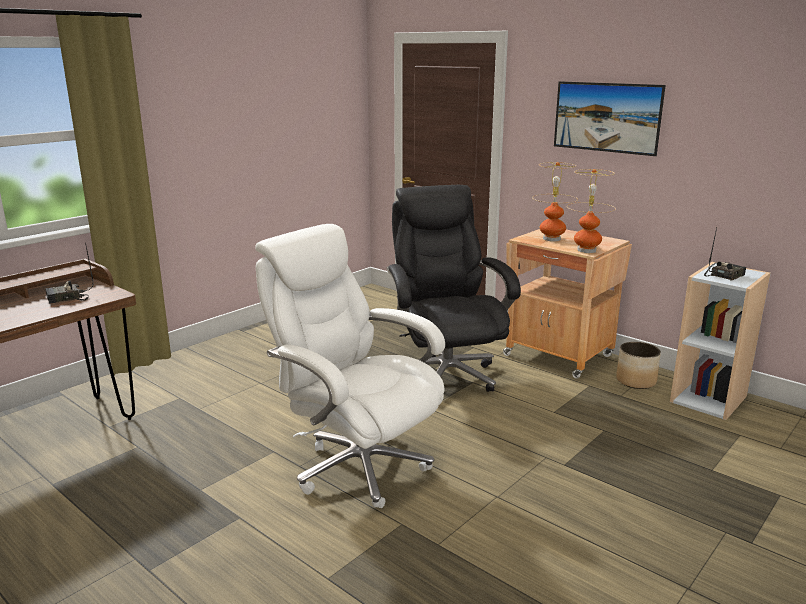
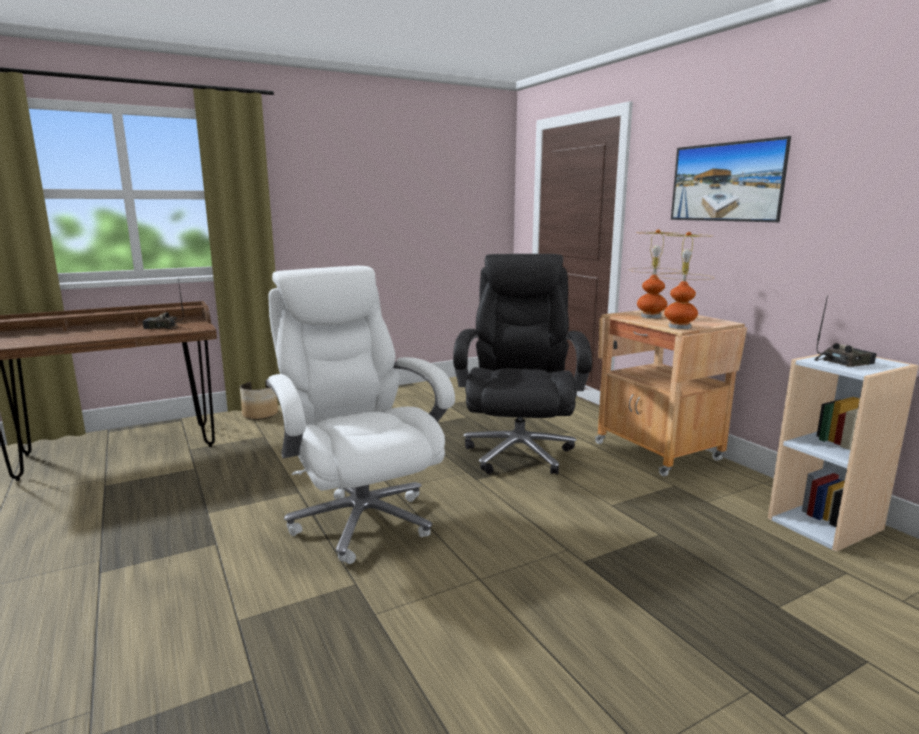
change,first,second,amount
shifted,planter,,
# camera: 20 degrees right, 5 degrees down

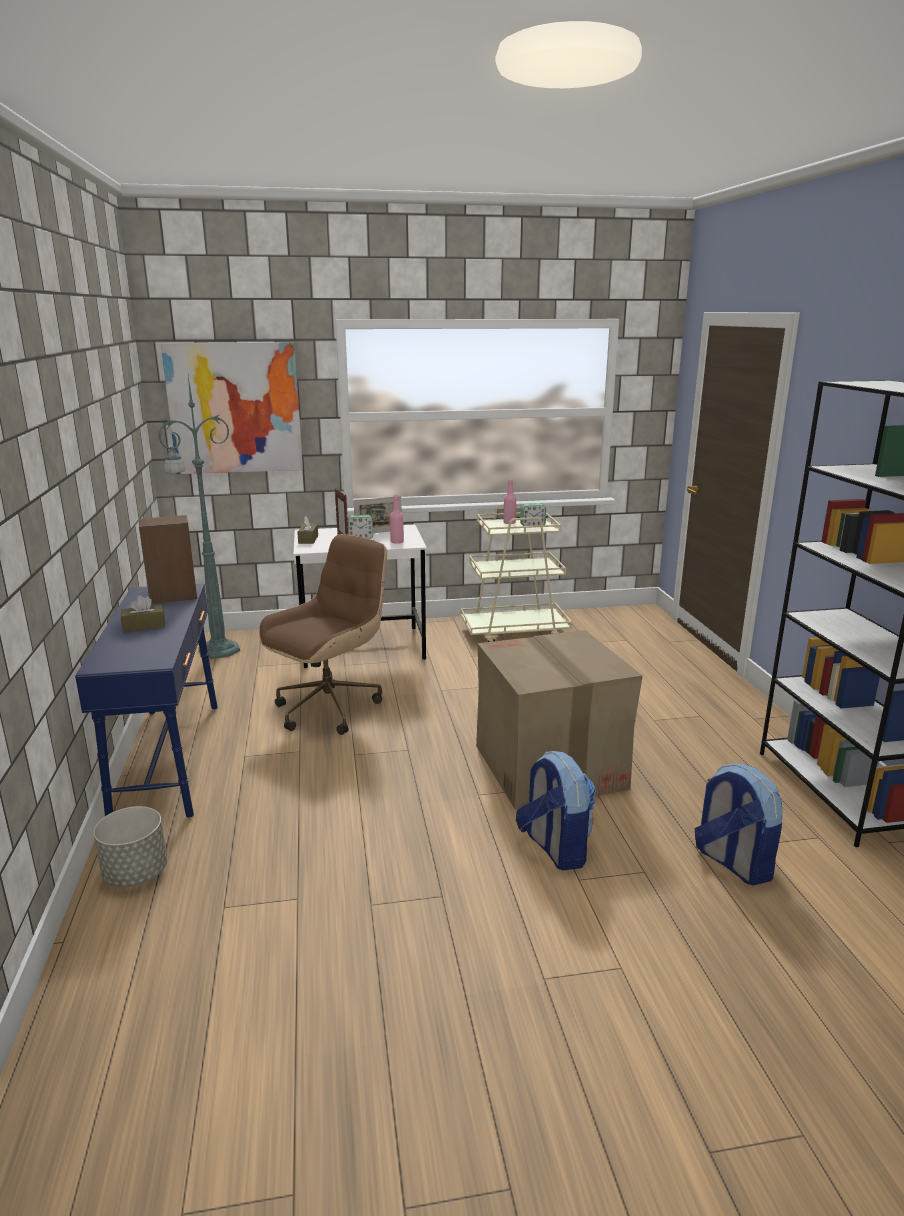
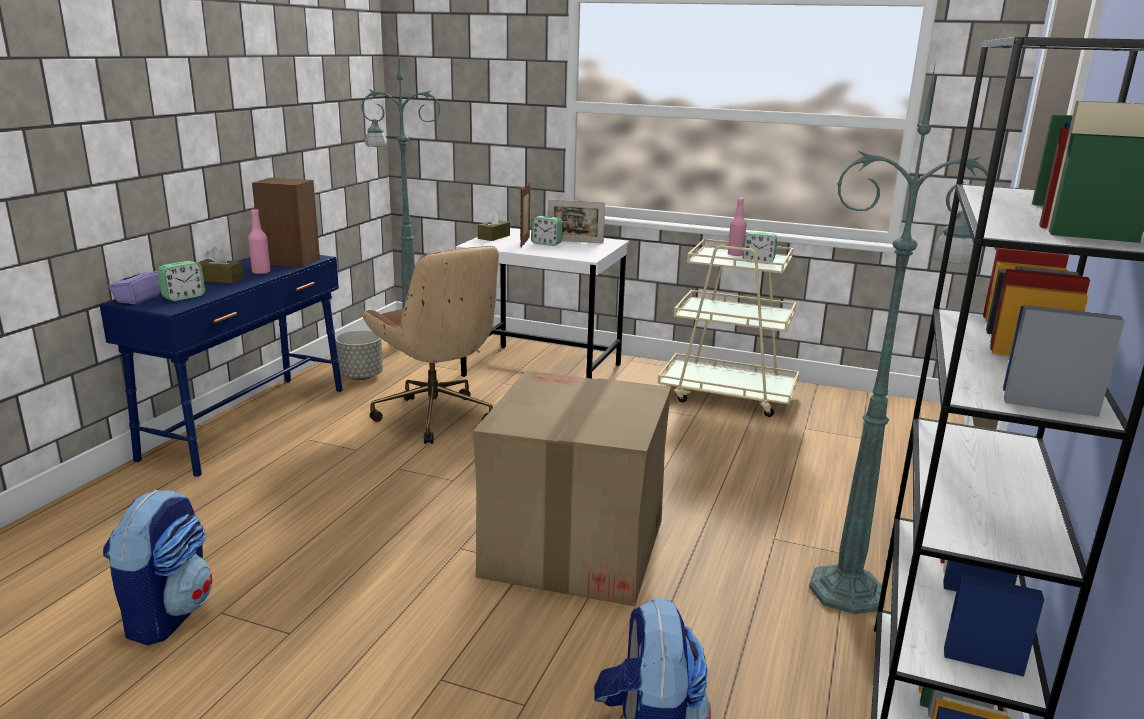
change,first,second,amount
gone,picture,,
new,,purple tissue box,
new,,alarm clock (no. 1 from left),
new,,green floor lamp (no. 2 from left),
shifted,grey planter,,
shifted,pink bottle (no. 1 from left),,
shifted,backpack (no. 1 from left),,
rotated,brown office chair,,75 degrees clockwise
# camera: 30 degrees right, 0 degrees up

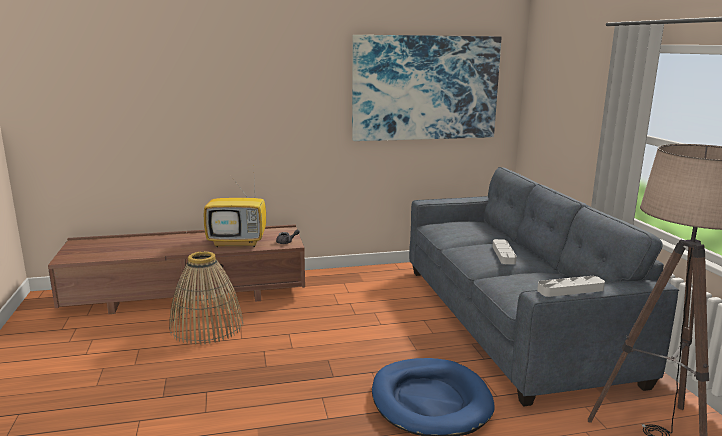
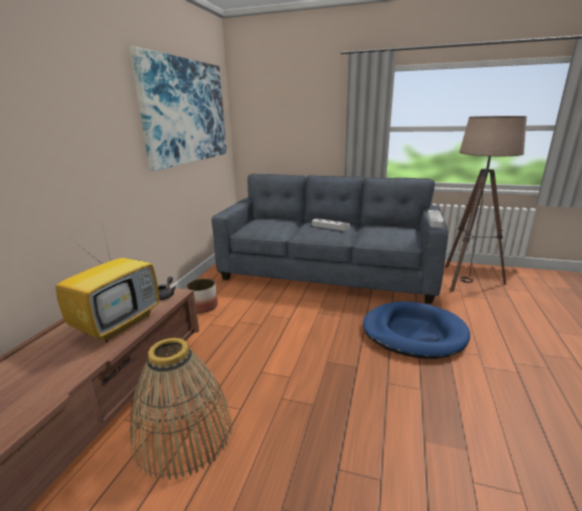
change,first,second,amount
new,,planter,
# camera: 60 degrees left, 5 degrees up

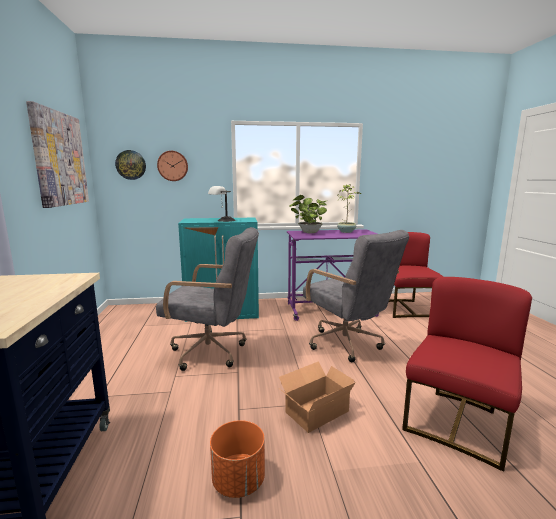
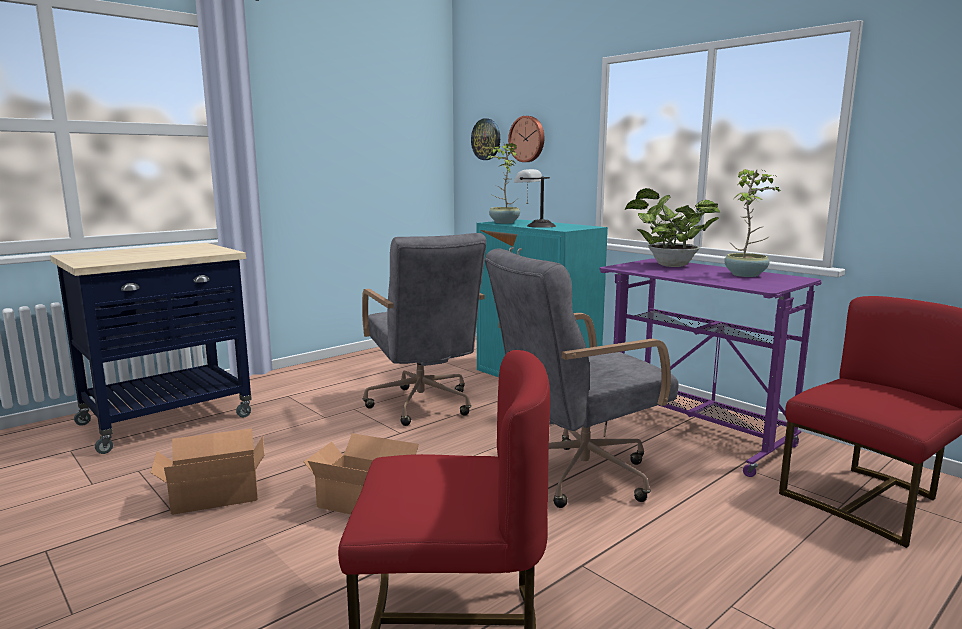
change,first,second,amount
gone,picture,,
new,,potted plant (no. 1 from left),
swapped,orange planter,cardboard box (no. 1 from left),
rotated,grey office chair (no. 2 from left),,45 degrees clockwise
# camera: 55 degrees right, 0 degrees up

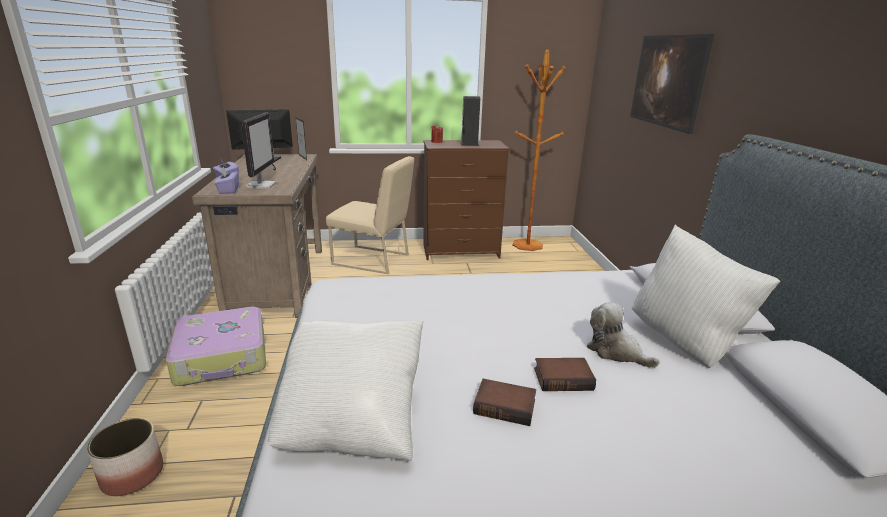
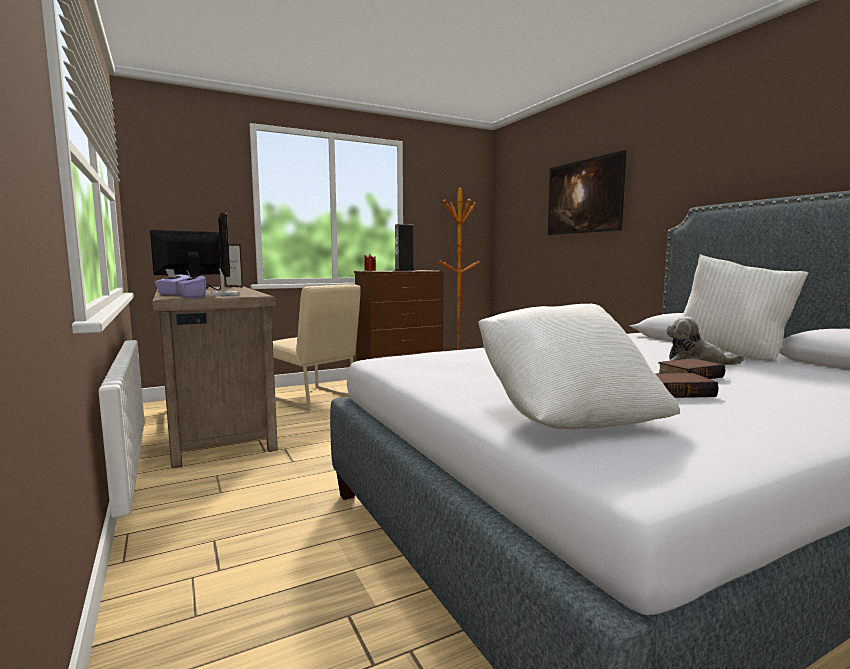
change,first,second,amount
gone,planter,,
gone,suitcase,,
rotated,beige chair,,45 degrees clockwise
# camera: 20 degrees left, 15 degrees down

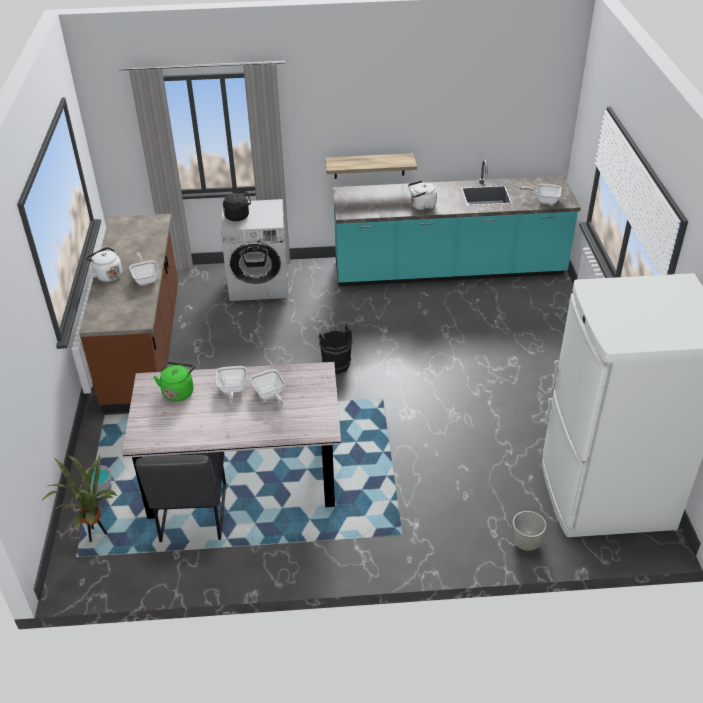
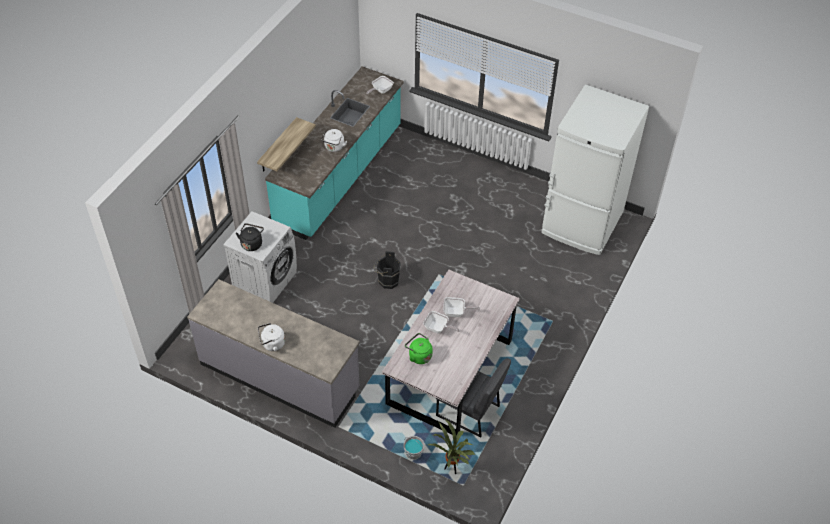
change,first,second,amount
gone,frying pan (no. 1 from left),,
gone,grey planter,,
repainted,brown counter,grey counter,
# camera: 60 degrees left, 10 degrees up

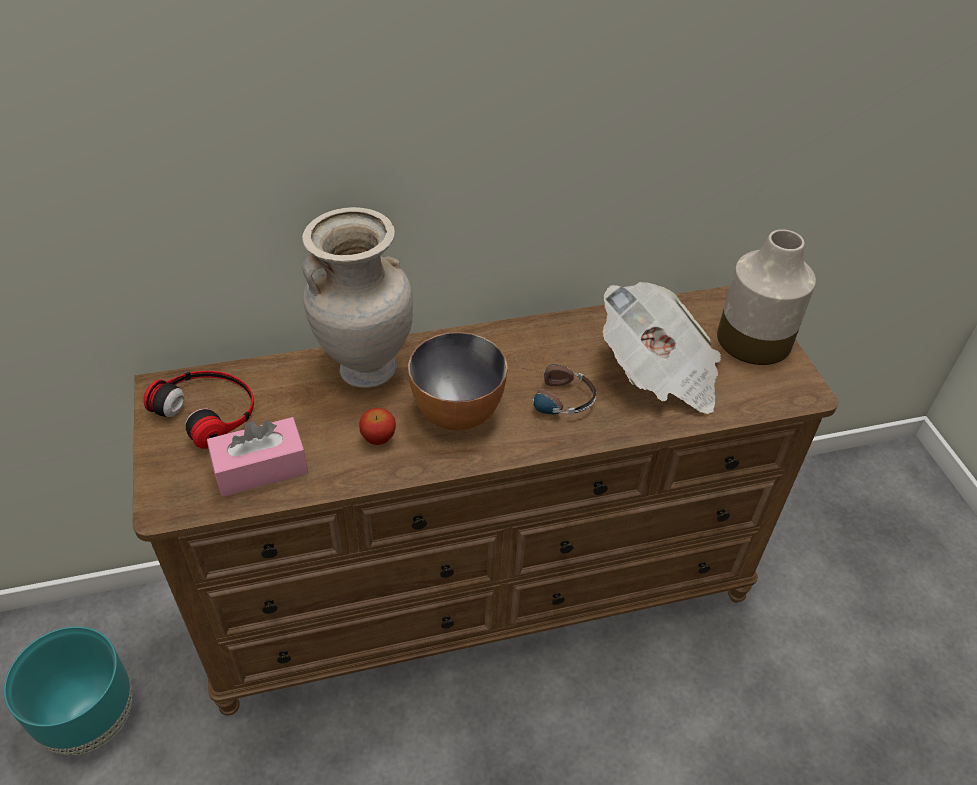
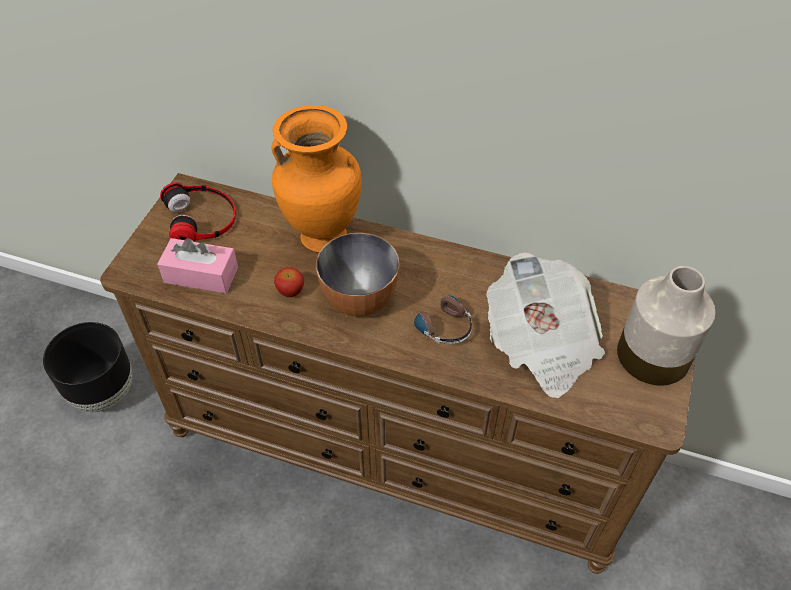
change,first,second,amount
repainted,turquoise planter,black planter,
repainted,beige vase (no. 1 from left),orange vase,
# camera: 35 degrees right, 5 degrees up

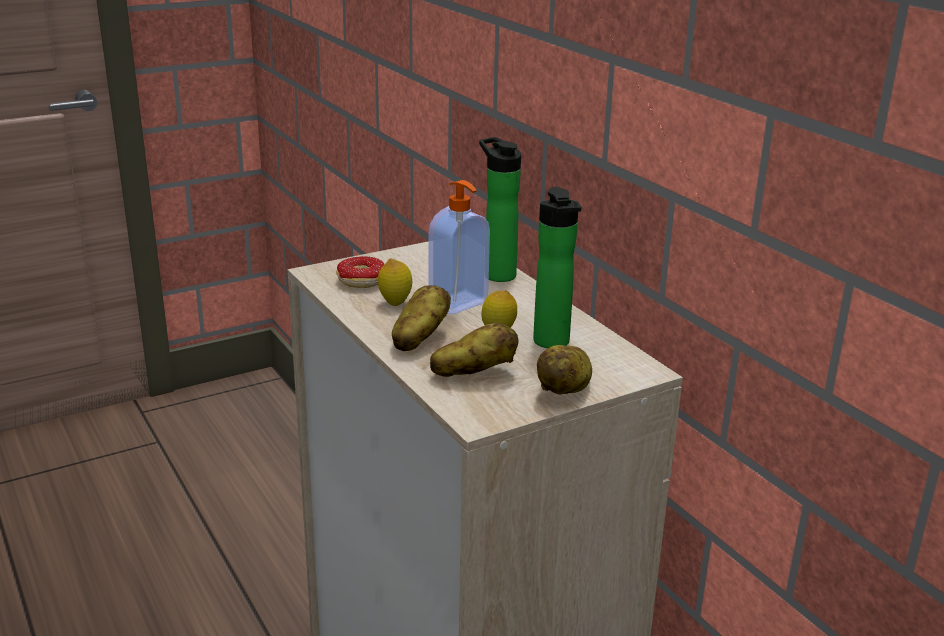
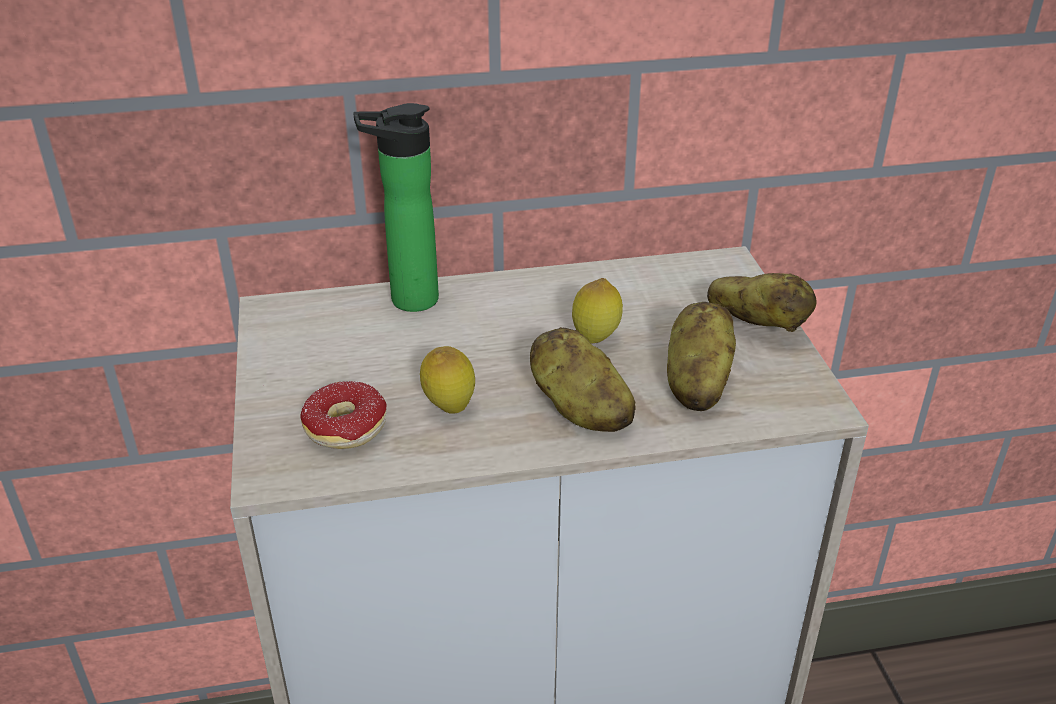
change,first,second,amount
gone,soap dispenser,,
gone,bottle (no. 2 from left),,
# camera: 70 degrees left, 10 degrees up

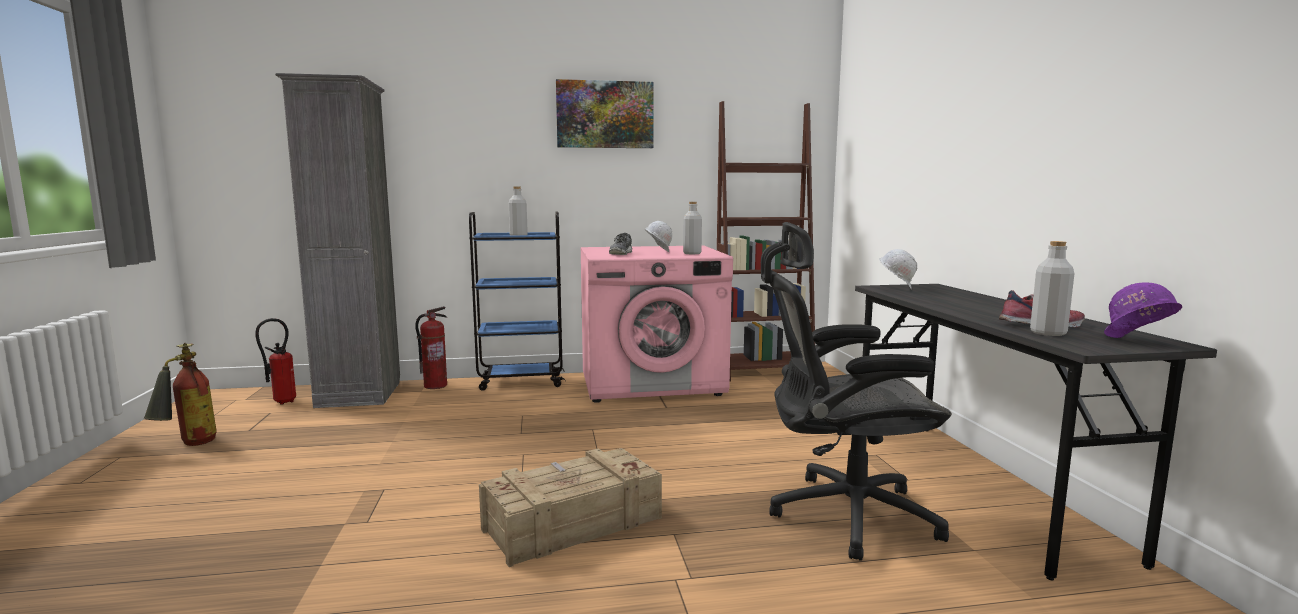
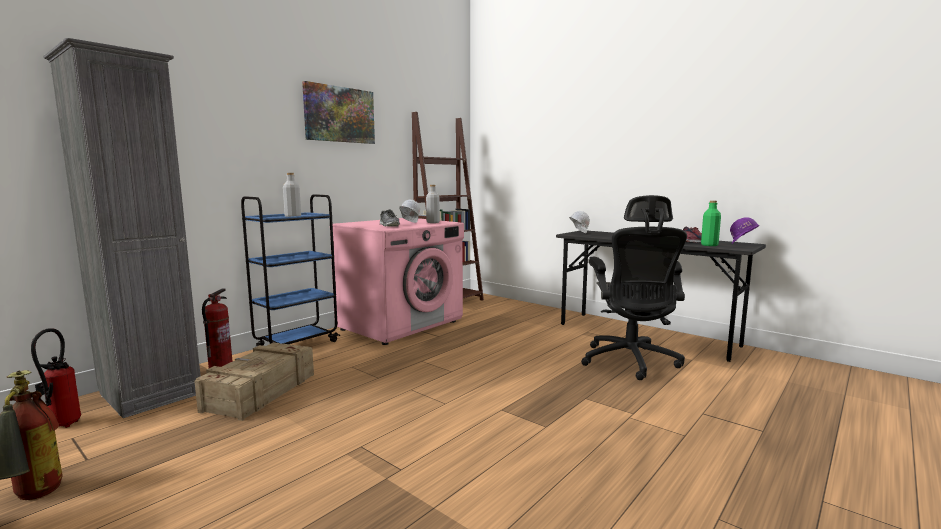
change,first,second,amount
shifted,crate,,
repainted,grey bottle (no. 3 from left),green bottle,
rotated,office chair,,45 degrees counterclockwise
# camera: 40 degrees left, 0 degrees up

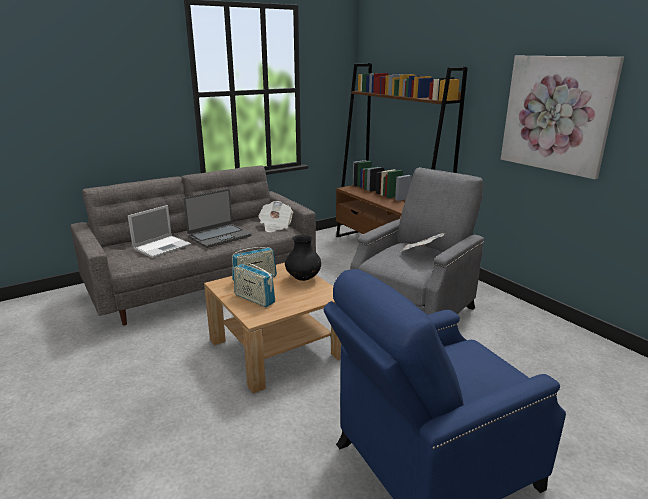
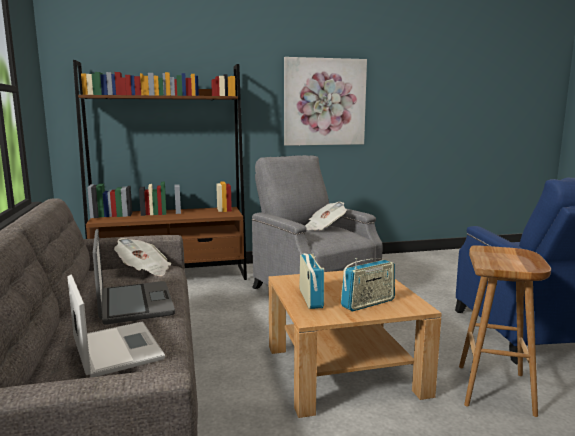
change,first,second,amount
gone,black vase,,
new,,brown stool,
# camera: 70 degrees left, 10 degrees down

